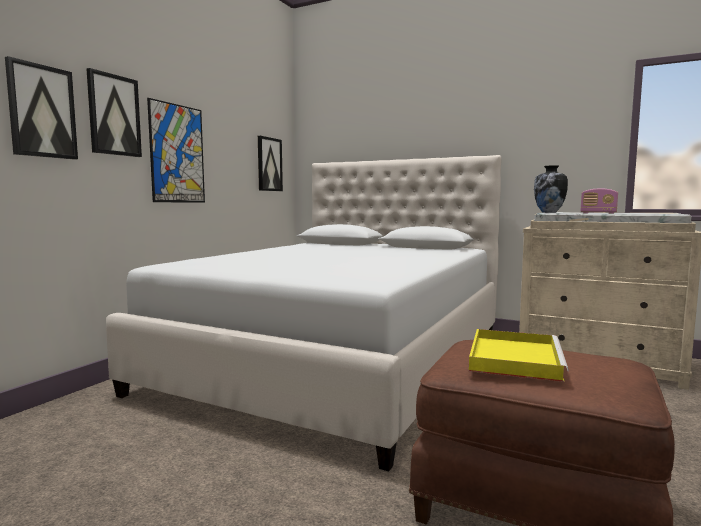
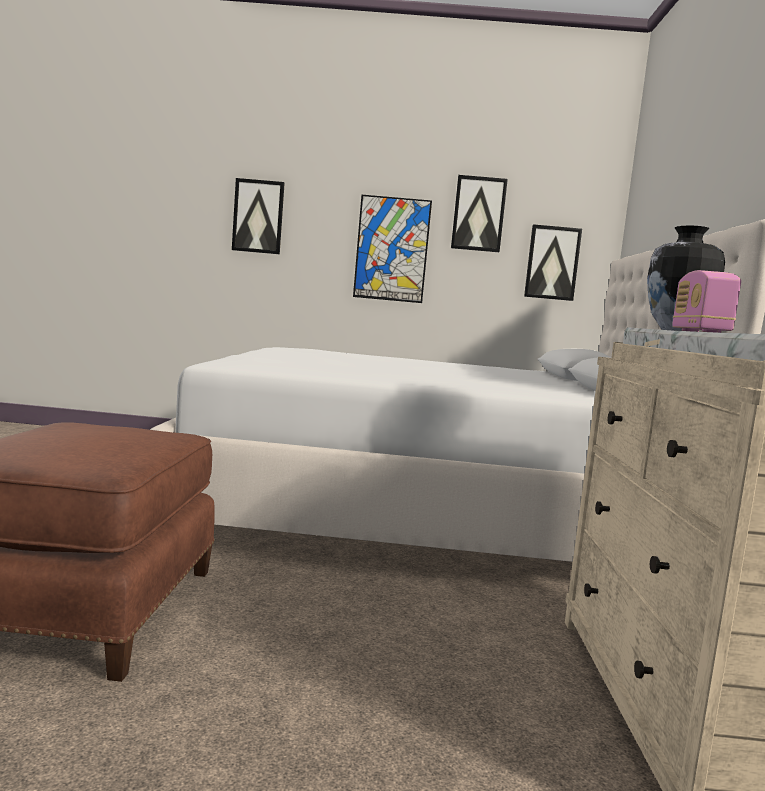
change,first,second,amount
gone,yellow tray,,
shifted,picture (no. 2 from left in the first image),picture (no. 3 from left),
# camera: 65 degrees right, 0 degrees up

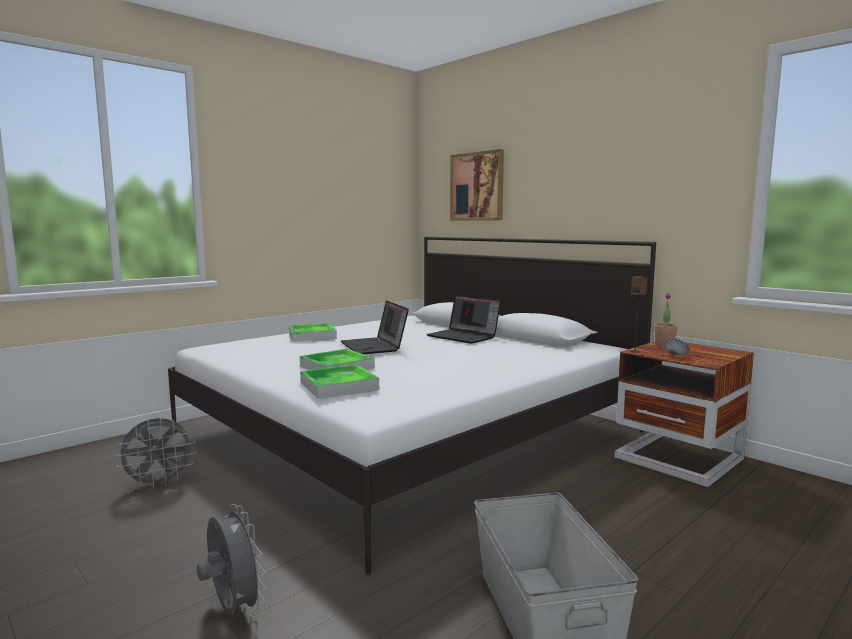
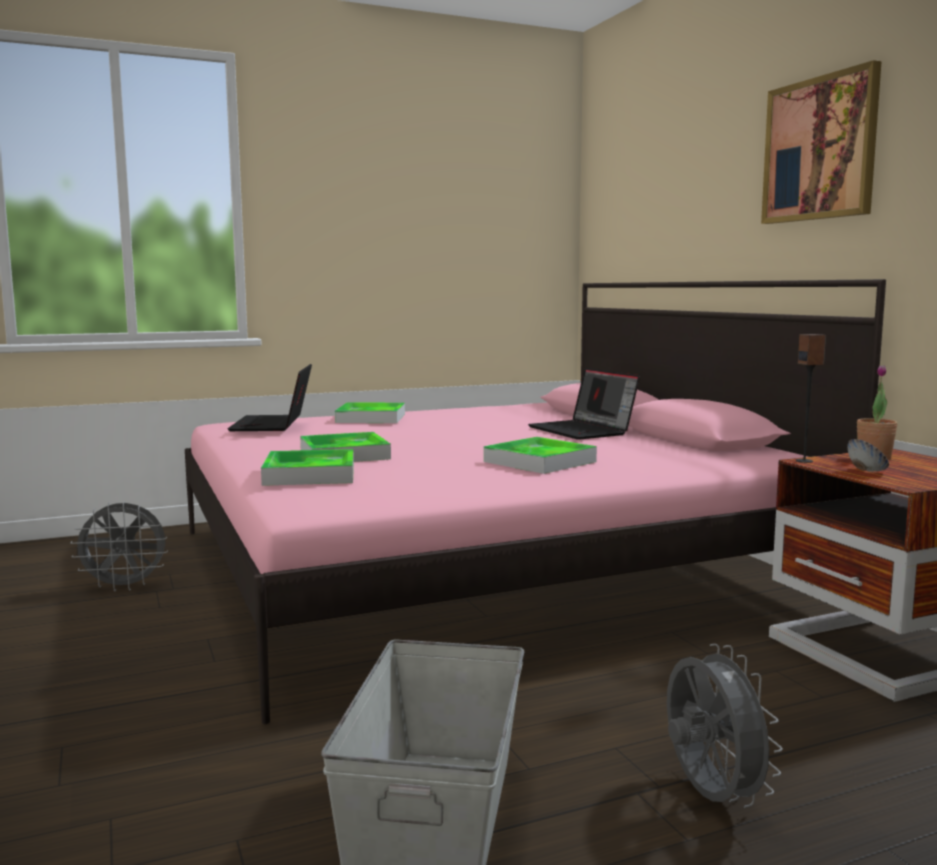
change,first,second,amount
new,,tray (no. 4 from left),
shifted,grey fan (no. 2 from left),,
shifted,laptop (no. 1 from left),,
shifted,picture,,
repainted,white bed,pink bed,
# camera: 20 degrees right, 0 degrees up

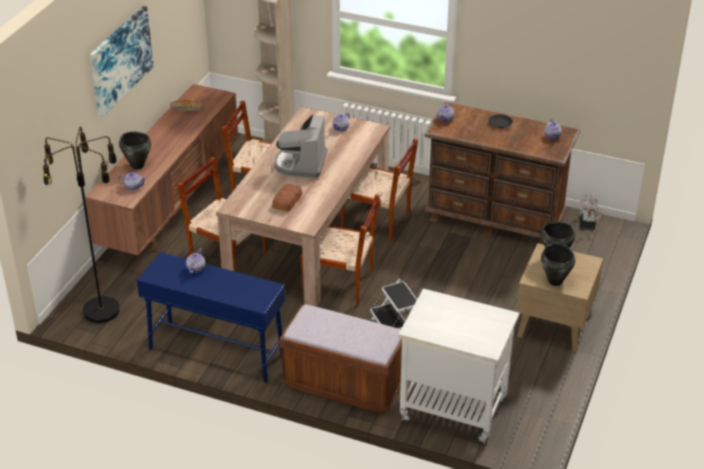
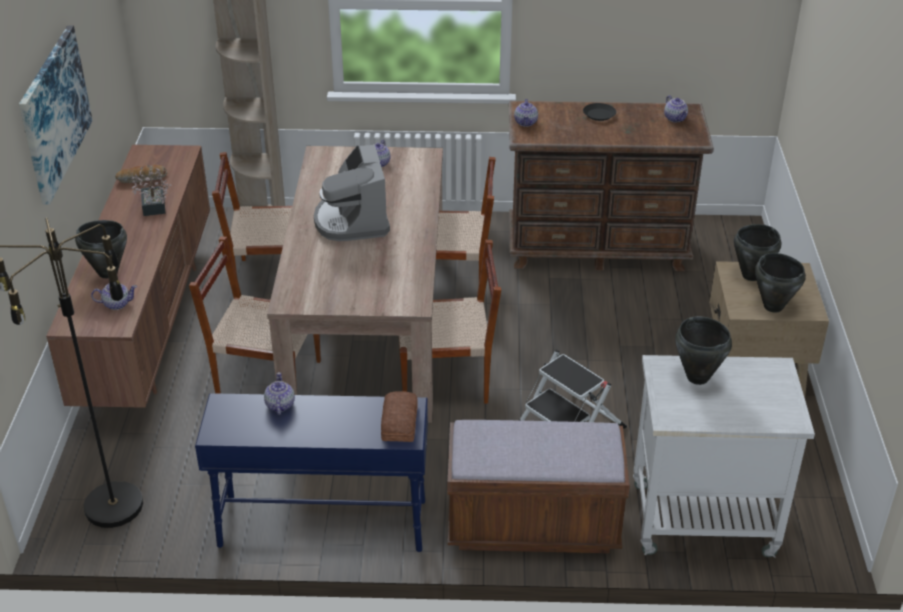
change,first,second,amount
new,,black cooking pot (no. 2 from left),
shifted,bread (no. 2 from left),,
shifted,potted plant,,
# camera: 20 degrees left, 0 degrees up

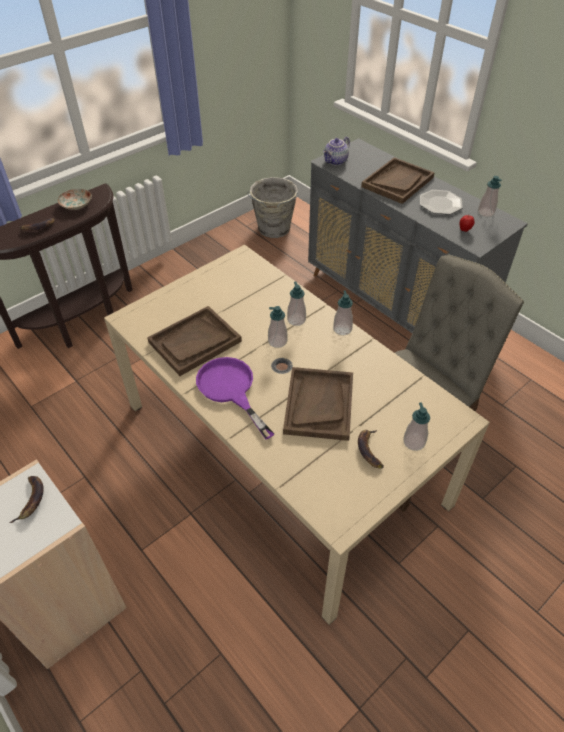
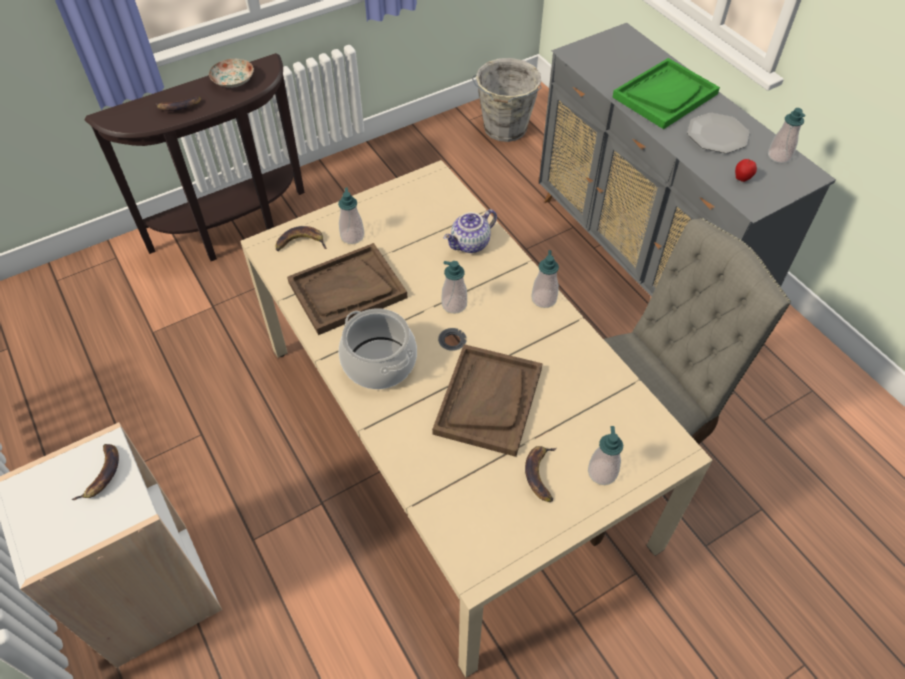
change,first,second,amount
new,,banana (no. 3 from left),
shifted,soap dispenser (no. 2 from left in the first image),soap dispenser (no. 1 from left),
shifted,teapot,,
swapped,purple frying pan,cooking pot,
repainted,brown tray (no. 3 from left),green tray,
# camera: 10 degrees right, 5 degrees up

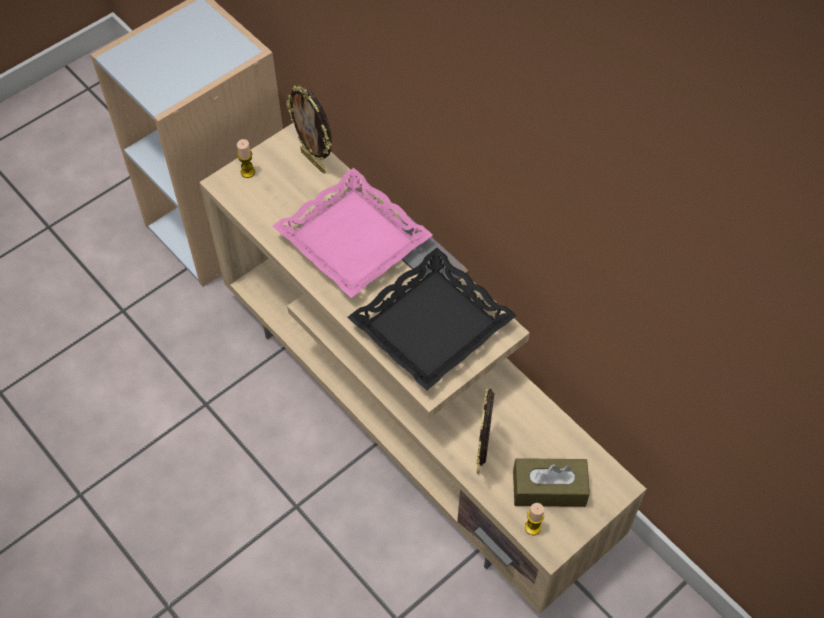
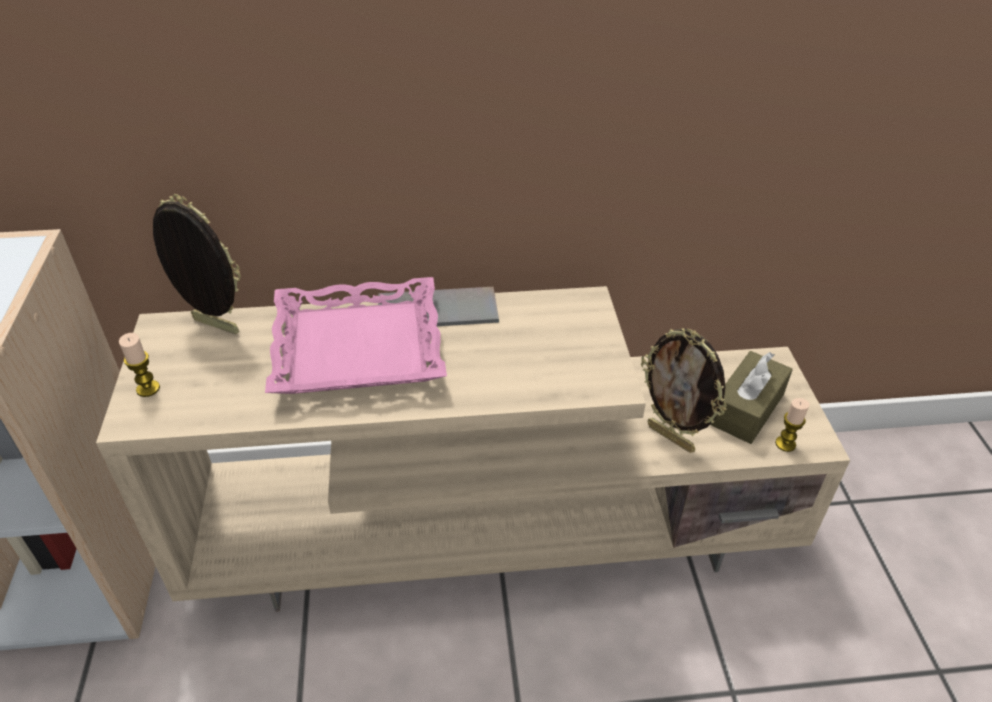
change,first,second,amount
gone,black tray,,
rotated,picture frame (no. 1 from left),,150 degrees counterclockwise
# camera: 55 degrees left, 15 degrees down

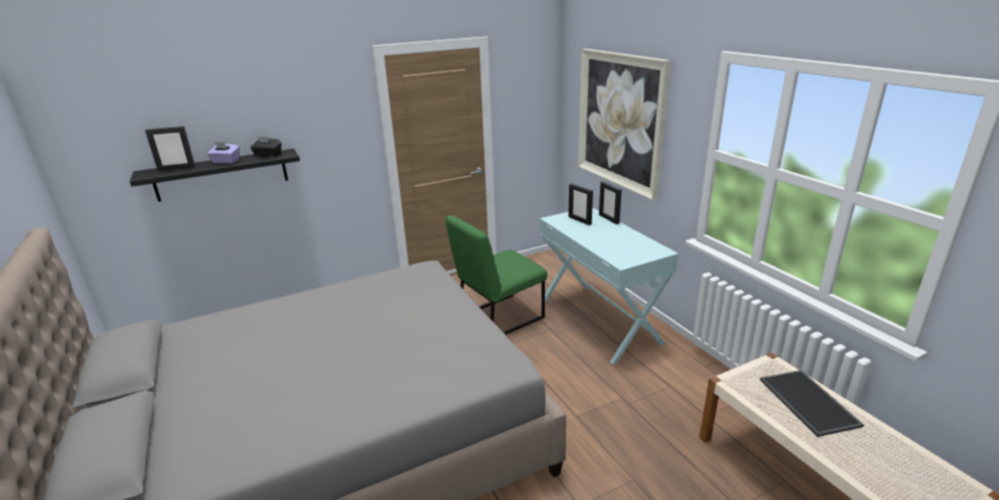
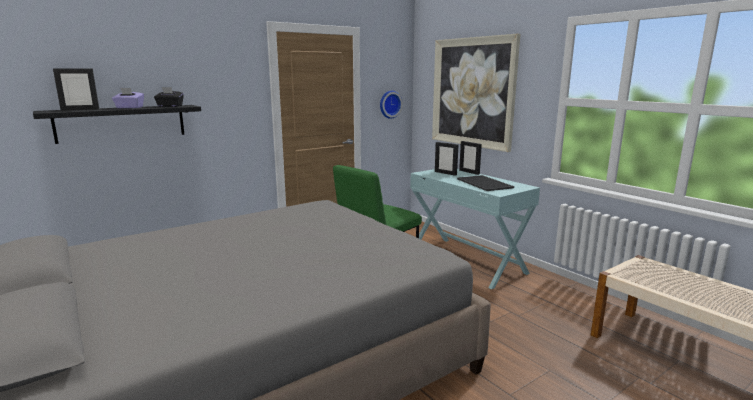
change,first,second,amount
new,,wall clock,
shifted,tray,,
# camera: 10 degrees left, 10 degrees down

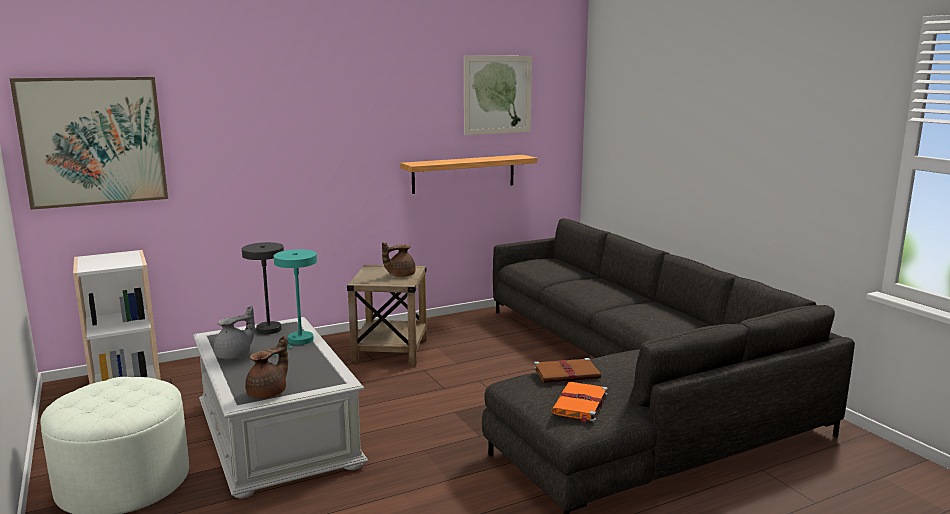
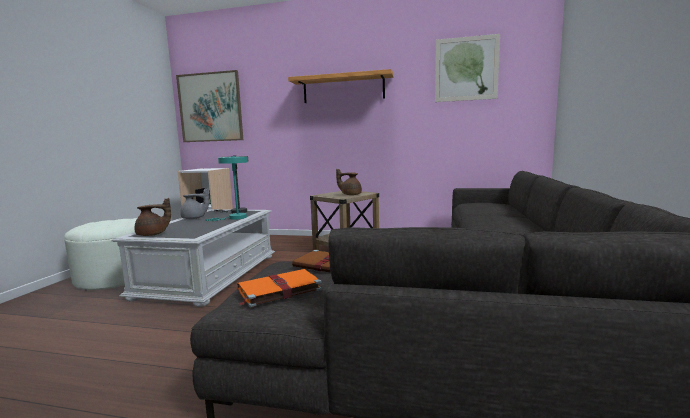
change,first,second,amount
shifted,shelf,,
# camera: 40 degrees right, 5 degrees down

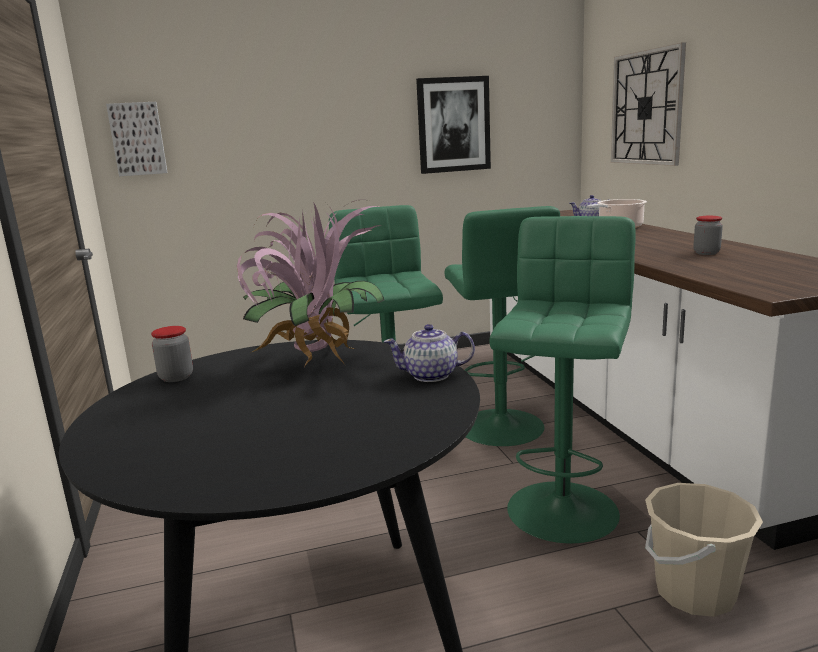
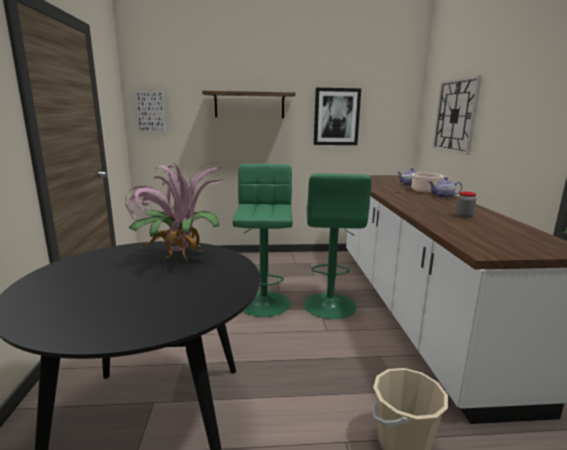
change,first,second,amount
gone,jar (no. 1 from left),,
gone,green stool (no. 3 from left),,
new,,shelf,
shifted,teapot (no. 1 from left in the first image),teapot (no. 2 from left),
# camera: 10 degrees right, 0 degrees up

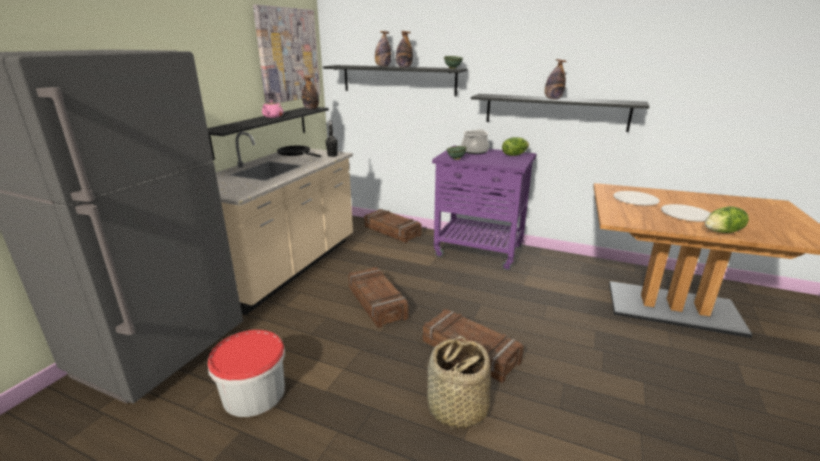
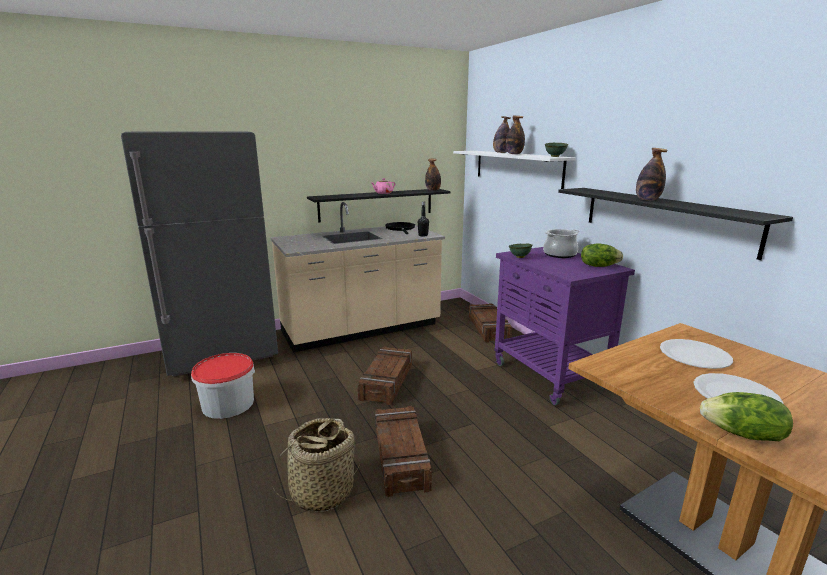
change,first,second,amount
gone,picture,,
repainted,black shelf (no. 2 from left),white shelf,
# camera: 40 degrees right, 5 degrees down

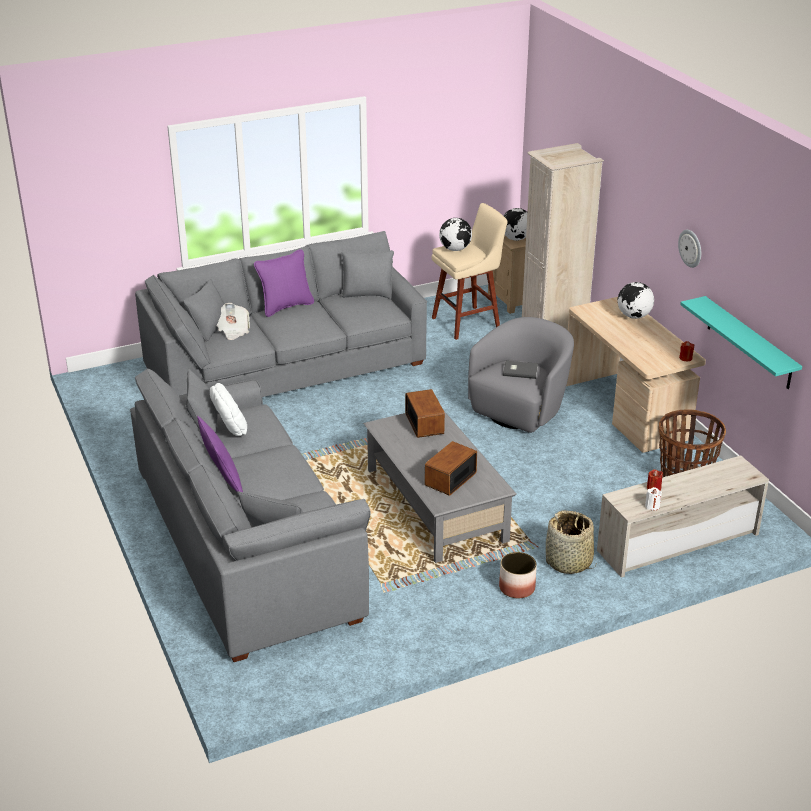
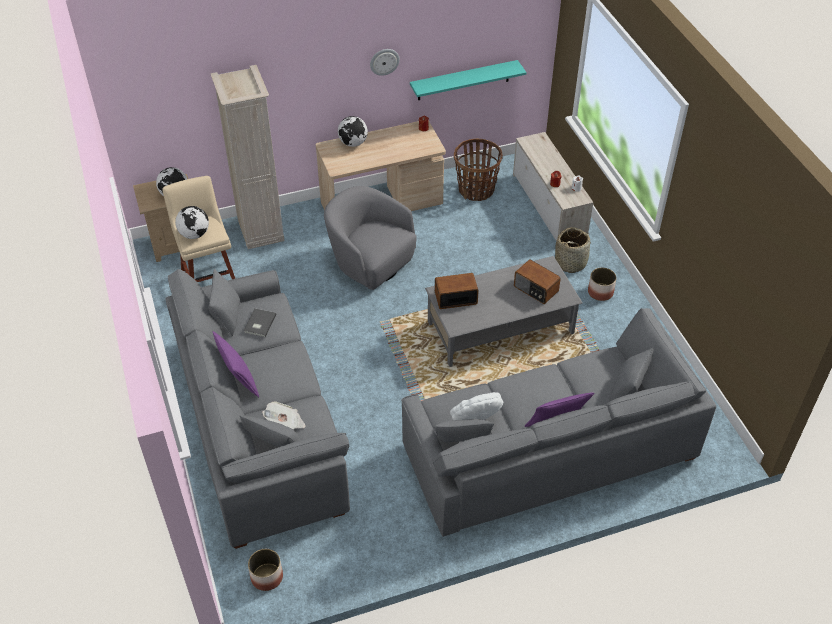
change,first,second,amount
new,,planter (no. 1 from left),
shifted,grey book,,
# camera: 85 degrees left, 15 degrees up

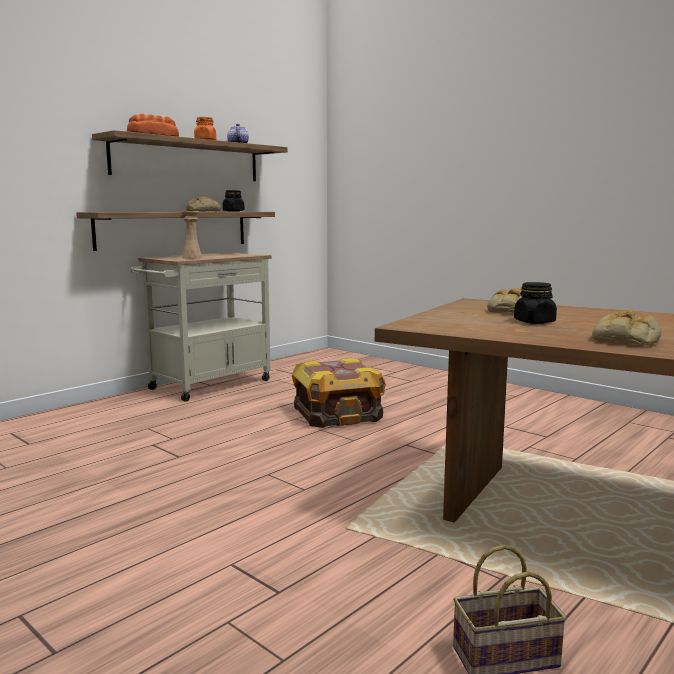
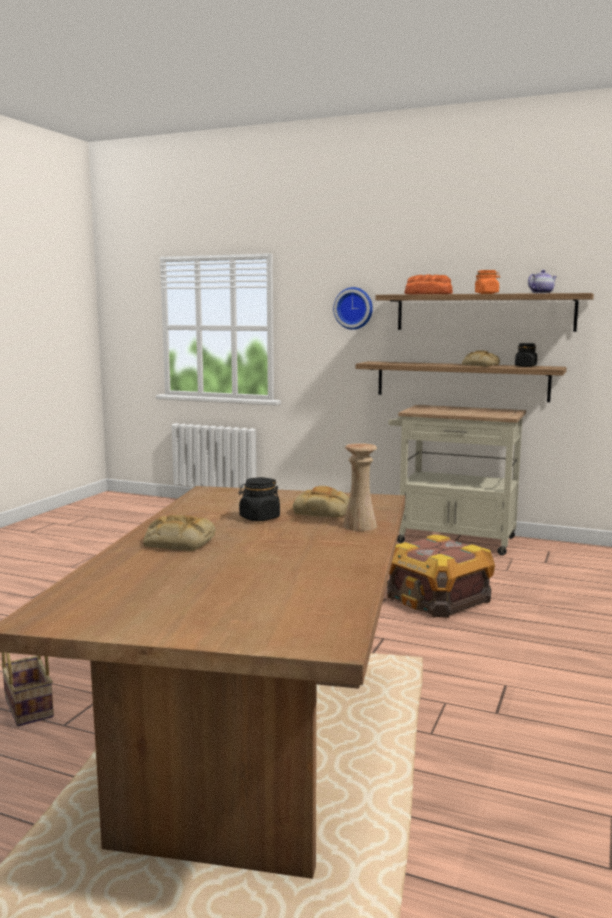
change,first,second,amount
new,,wall clock,
shifted,beige vase,,
# camera: 70 degrees right, 0 degrees up

